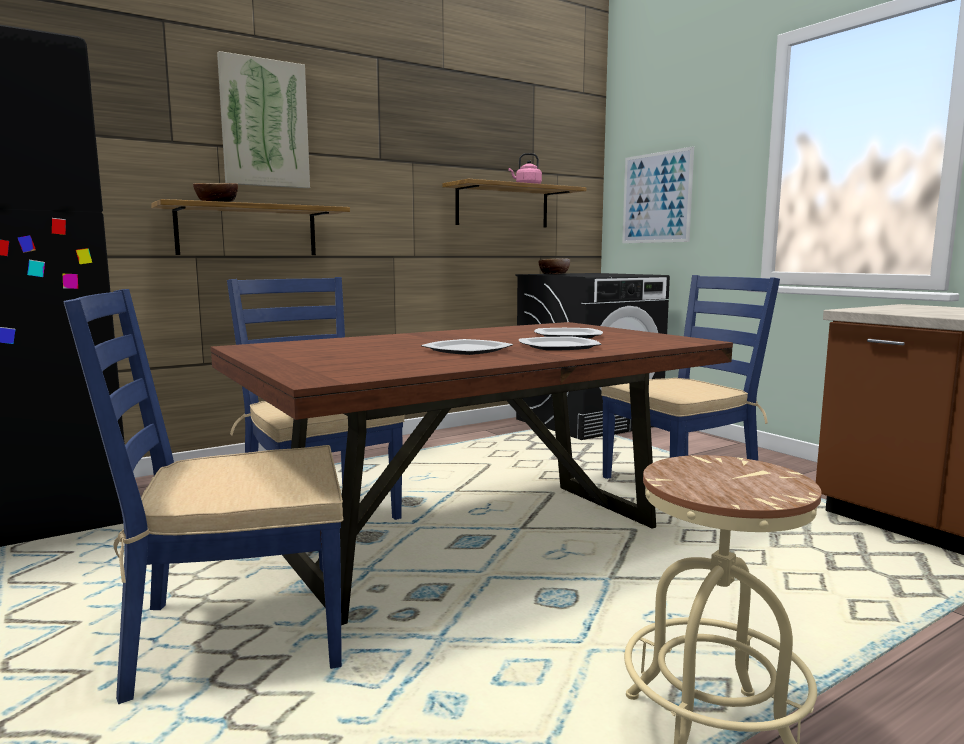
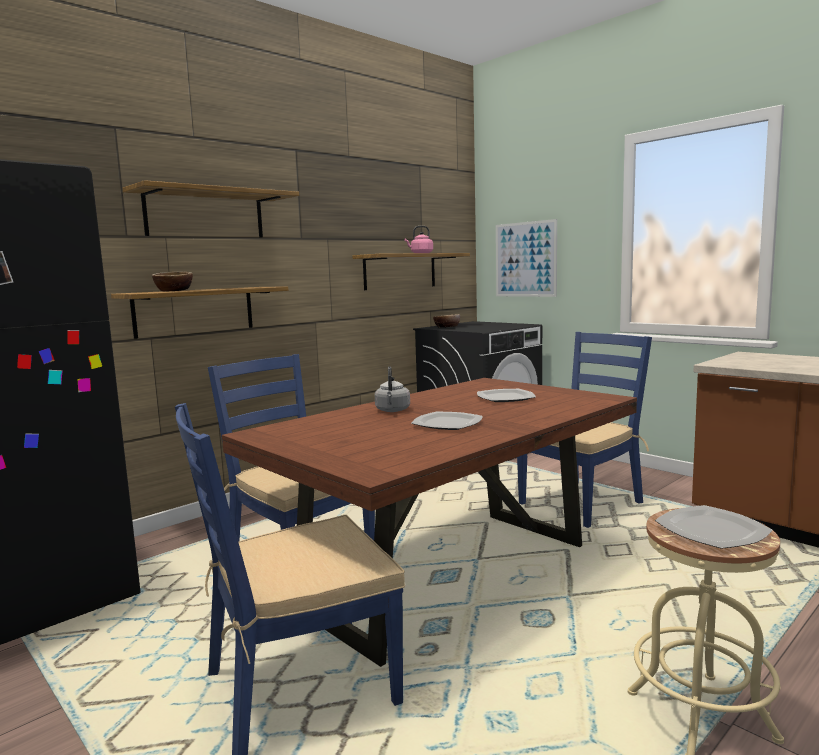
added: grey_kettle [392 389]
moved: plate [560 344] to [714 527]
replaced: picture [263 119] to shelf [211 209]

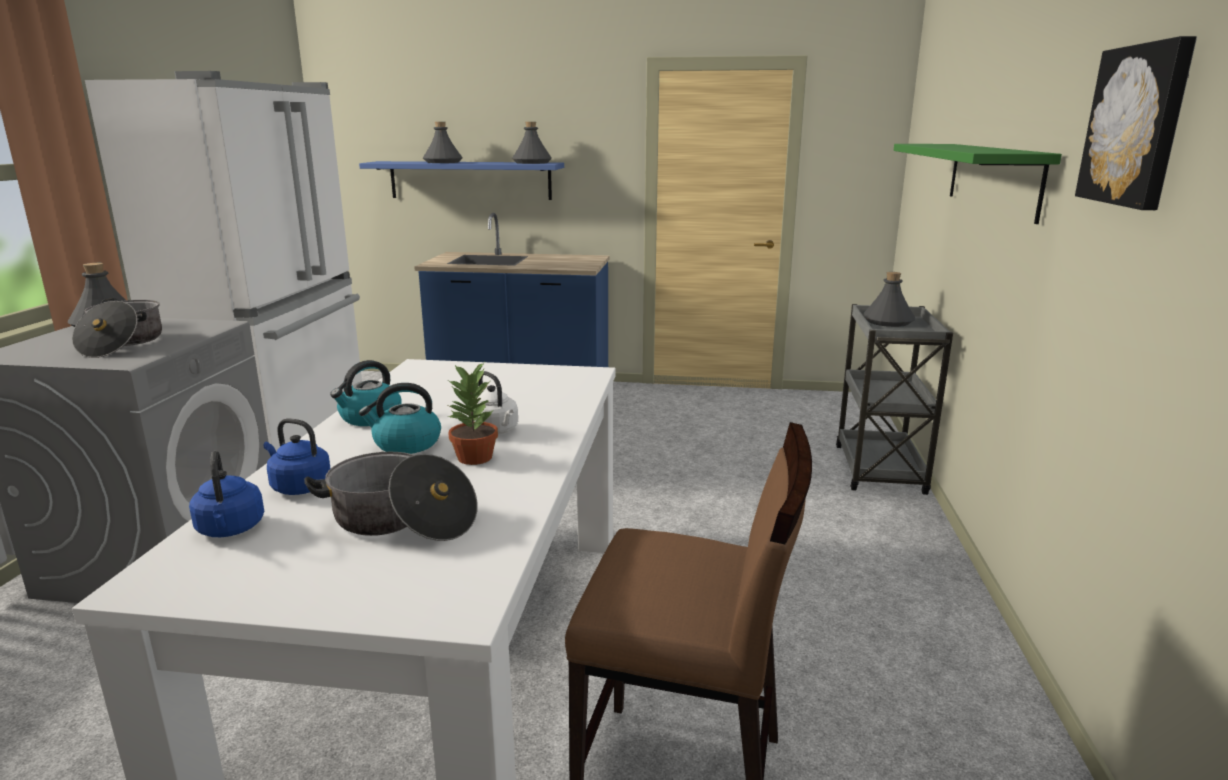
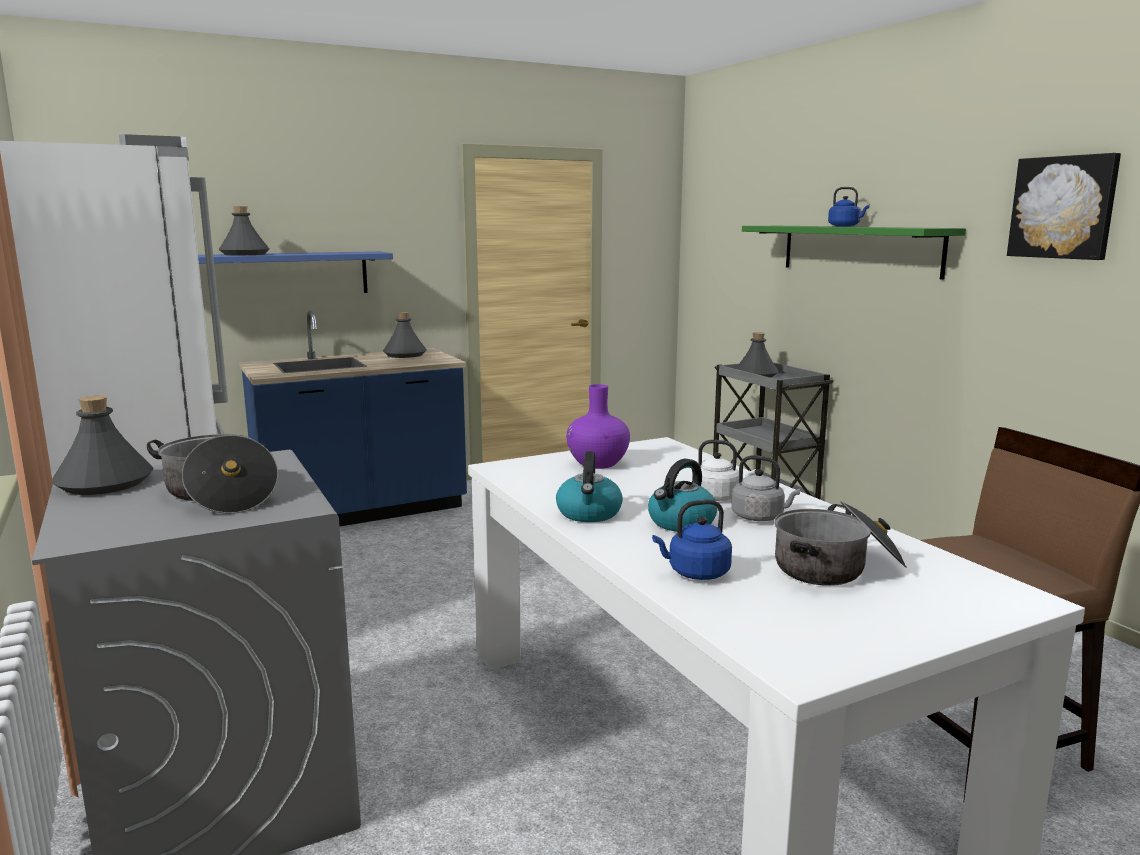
added: purple_vase [598 426]
moved: blue_kettle [226 494] to [849 207]; grey_bottle [532 143] to [405 335]
replaced: potted_plant [472 414] to grey_kettle [765 488]

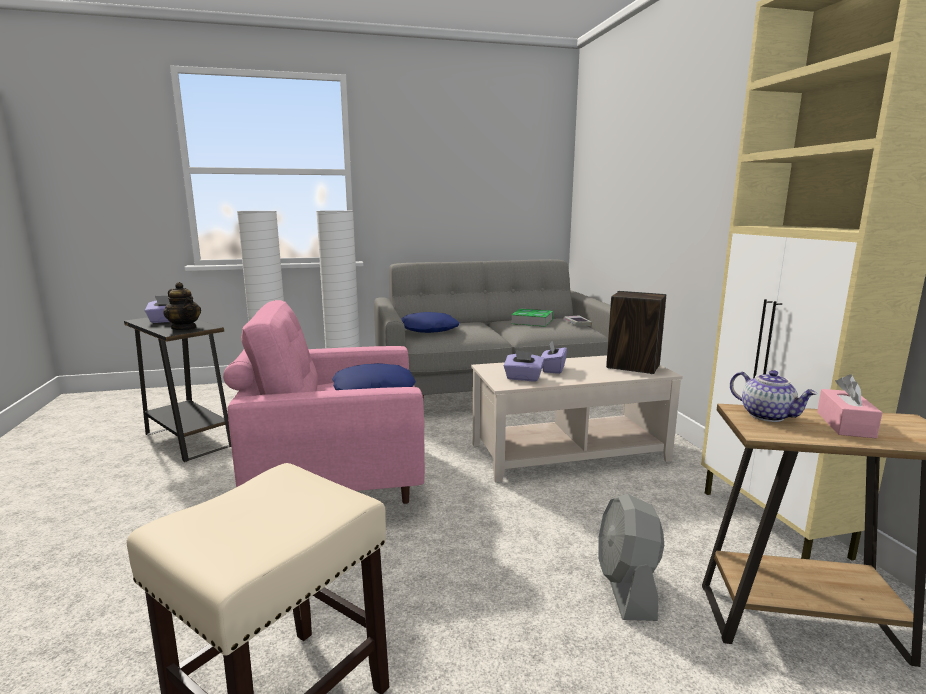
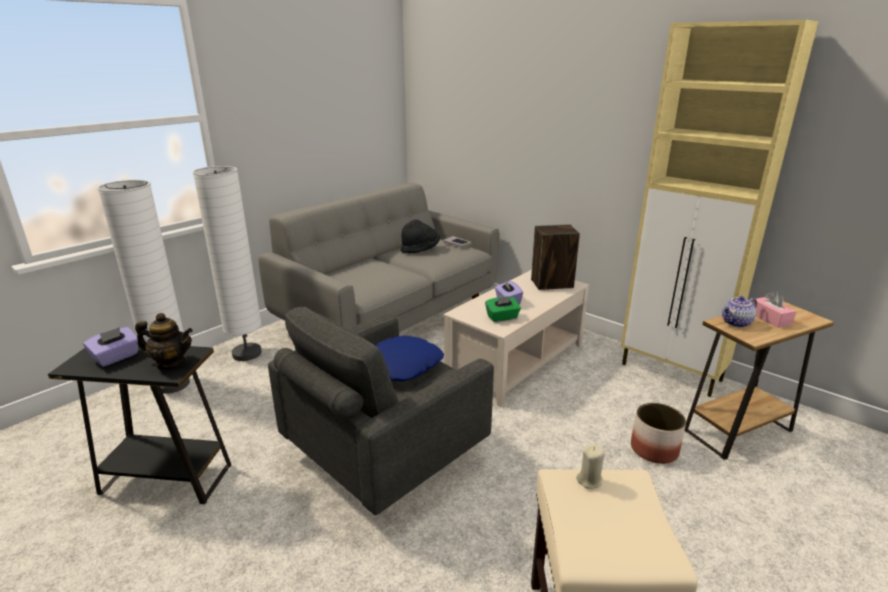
removed: blue_pillow [430 322]
added: beige_candle [590 466]
replaced: book [532 317] to black_hat [420 236]; grey_fan [631 557] to planter [658 433]
recoloured: pink_armchair [324 402] to grey_armchair [381 411]; purple_tissue_box [524 365] to green_tissue_box [503 309]
turned: teapot [773 396] = [739 312] 135 degrees clockwise

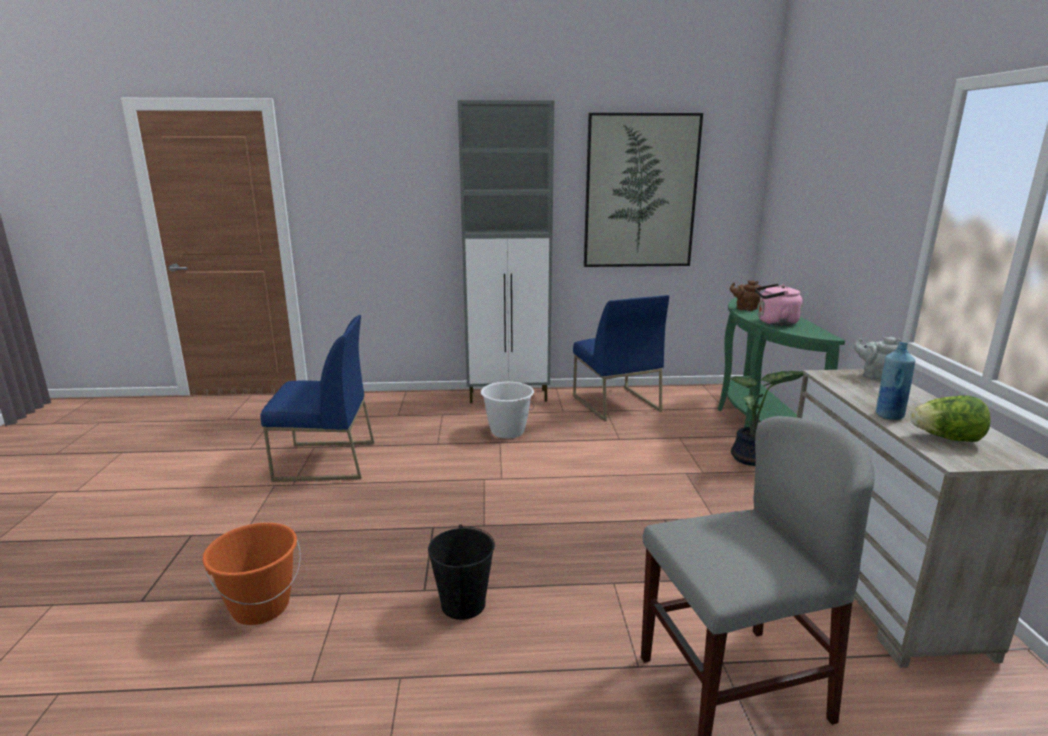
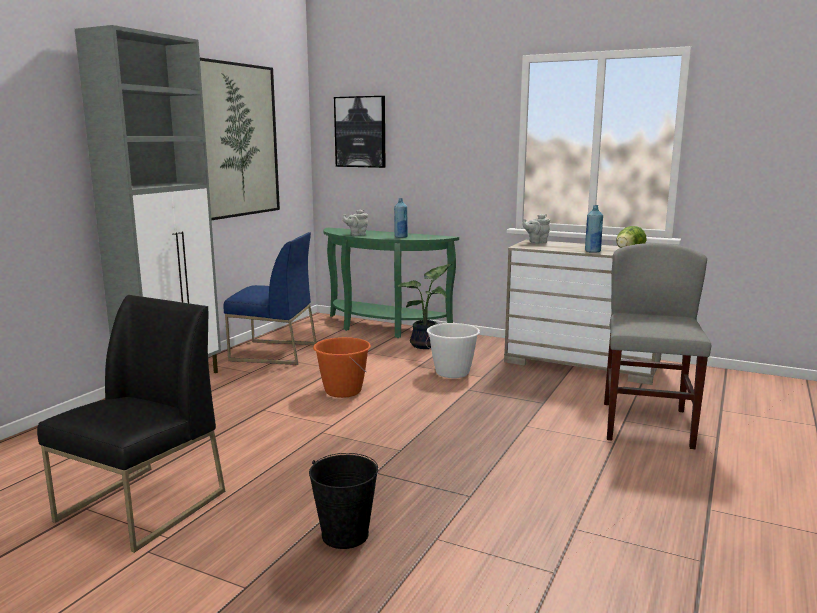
added: picture [359 132]
moved: orange_bucket [251 574] to [342 367]; black_bucket [461 572] to [343 501]; white_bucket [507 410] to [453 350]
replaced: pink_kettle [779 305] to blue_bottle [401 218]
recoloured: blue_chair [317 398] to black_chair [131 424]; brown_teapot [745 295] to grey_teapot [355 223]

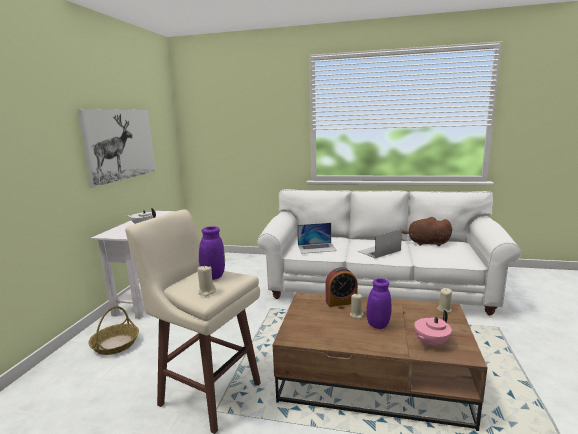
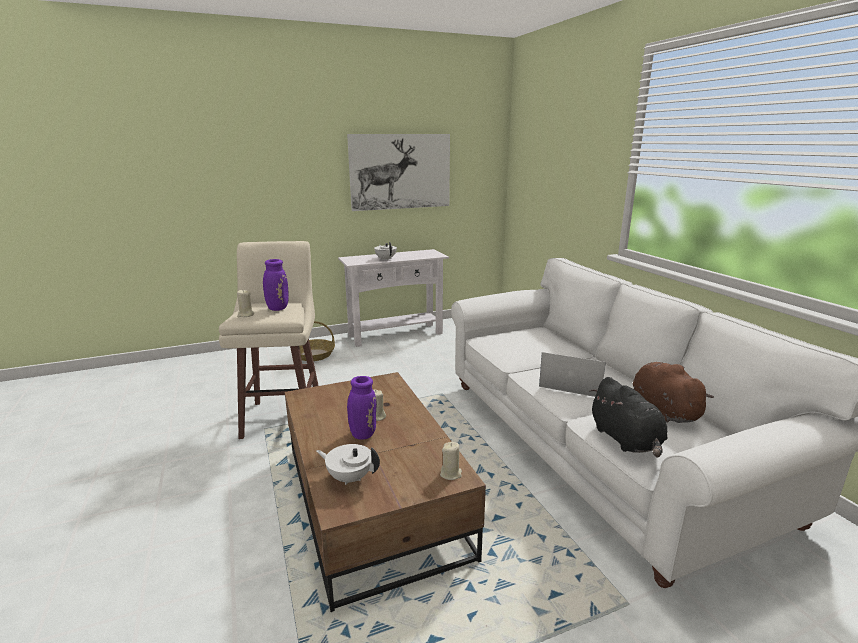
removed: laptop [317 238]; alarm_clock [342 287]
added: black_plush_toy [628 417]
recoloured: pink_teapot [433 328] to white_teapot [348 464]

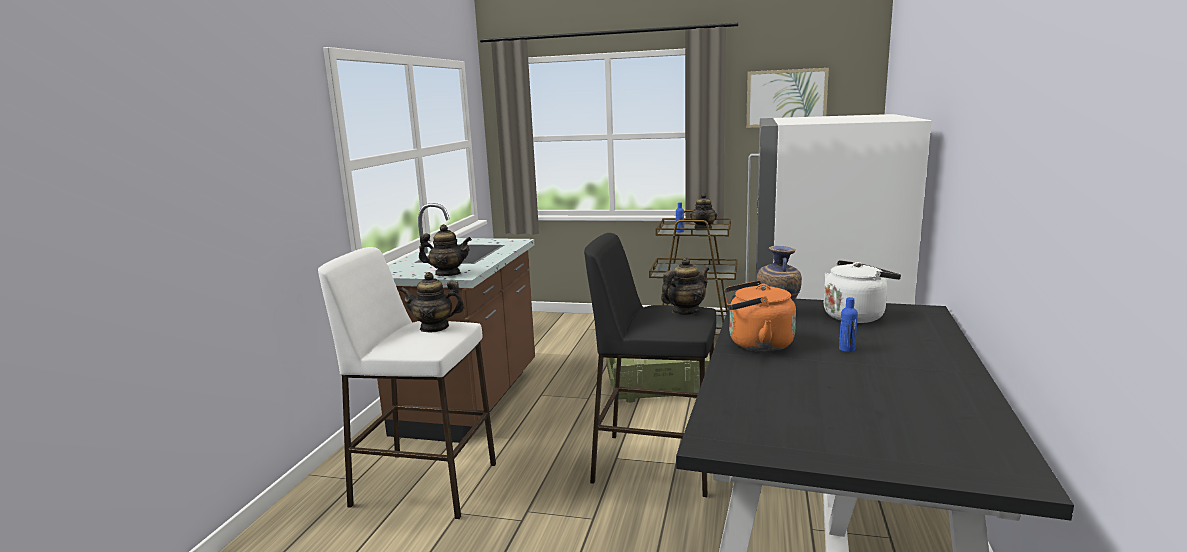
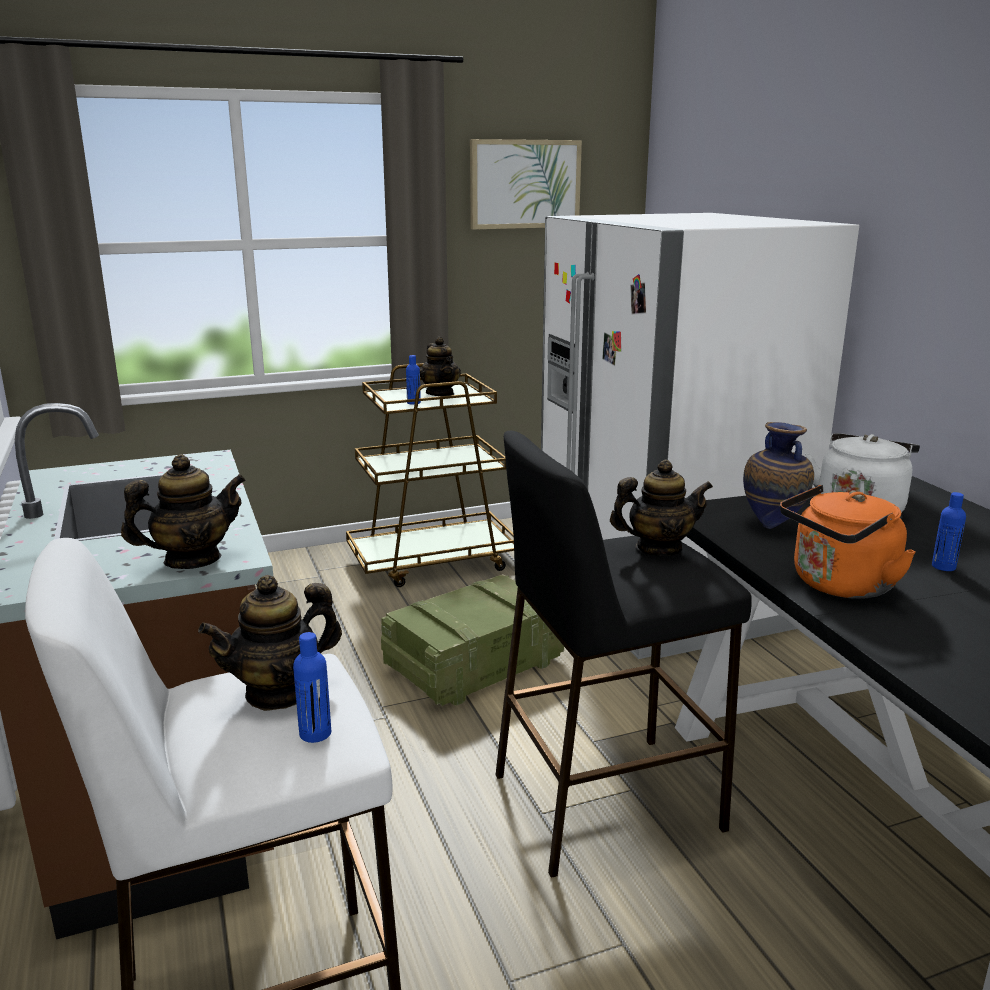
added: blue_bottle [312 687]
turned: teapot [685 286] = [661 508] 60 degrees clockwise

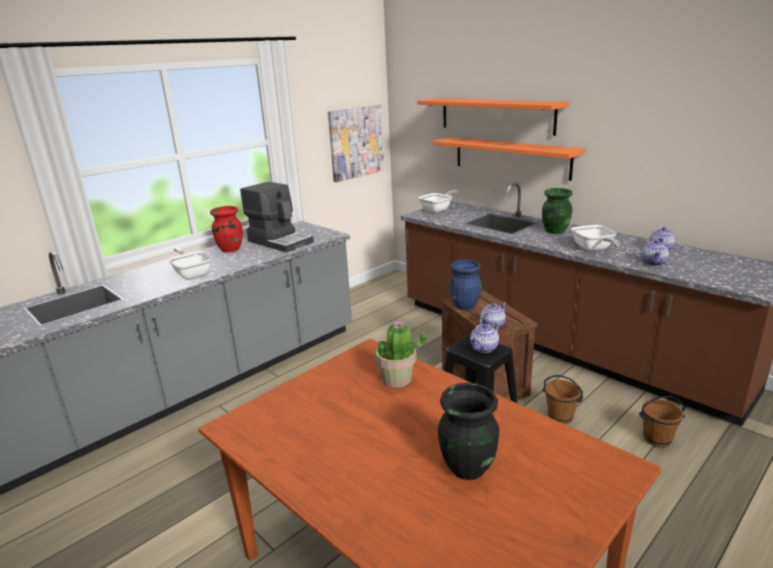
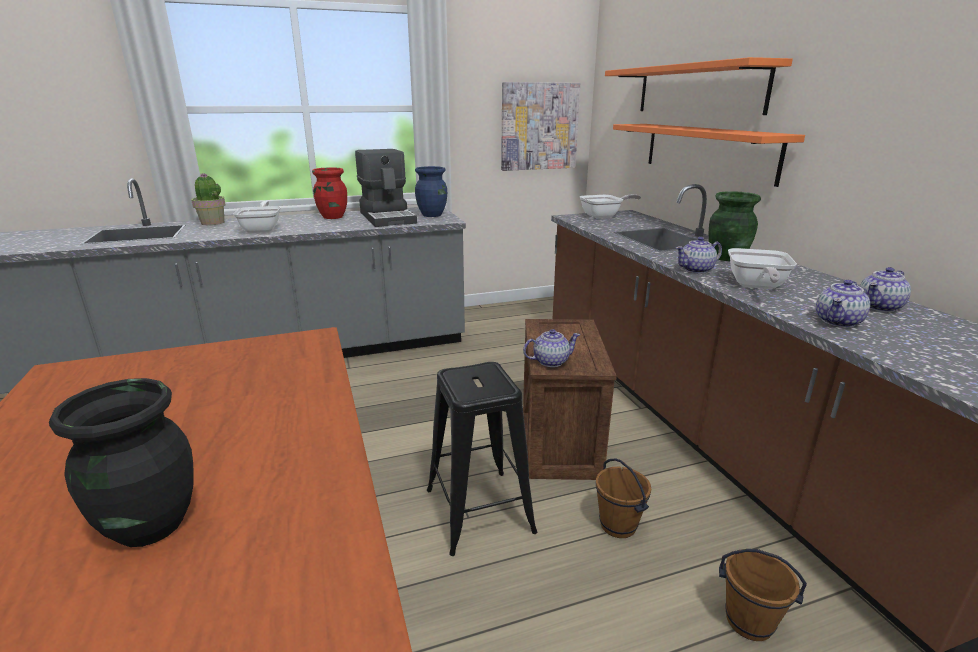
moved: potted_plant [401 354] to [208 199]; blue_vase [466 285] to [431 191]; teapot [484 337] to [699 255]

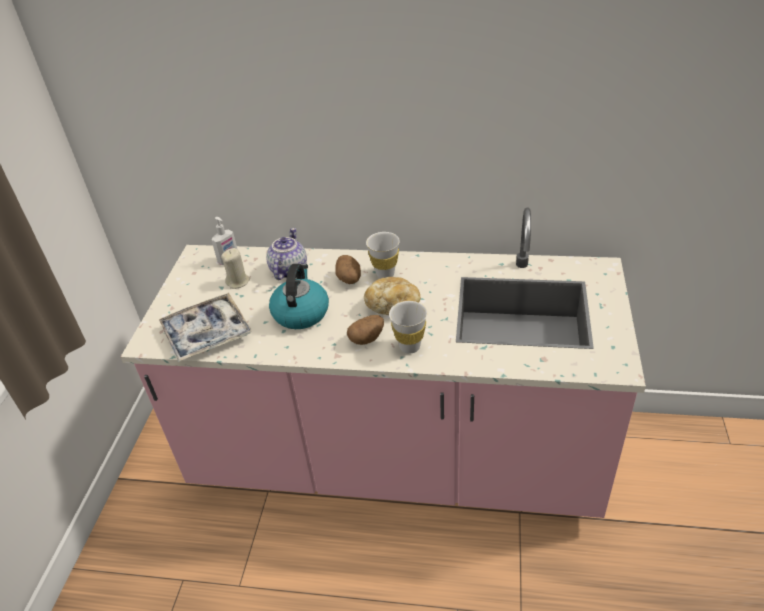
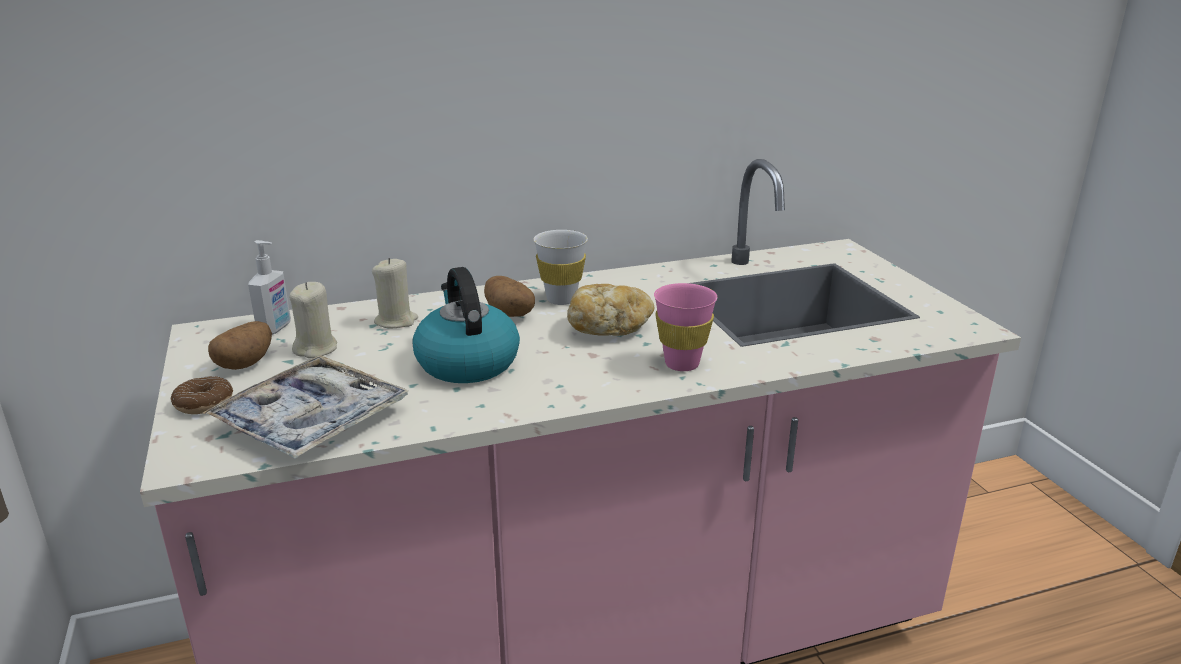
added: donut [202 395]
moved: potato [365 330] to [240 345]
replaced: teapot [286 254] to beige_candle [395 293]
recoloured: white_cup [408 327] to pink_cup [685 327]

